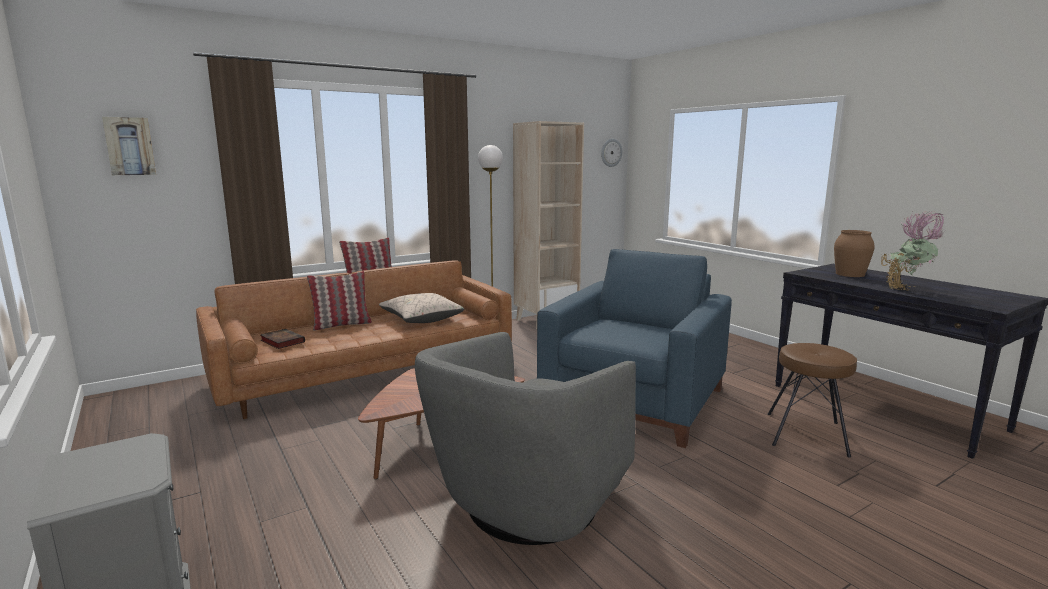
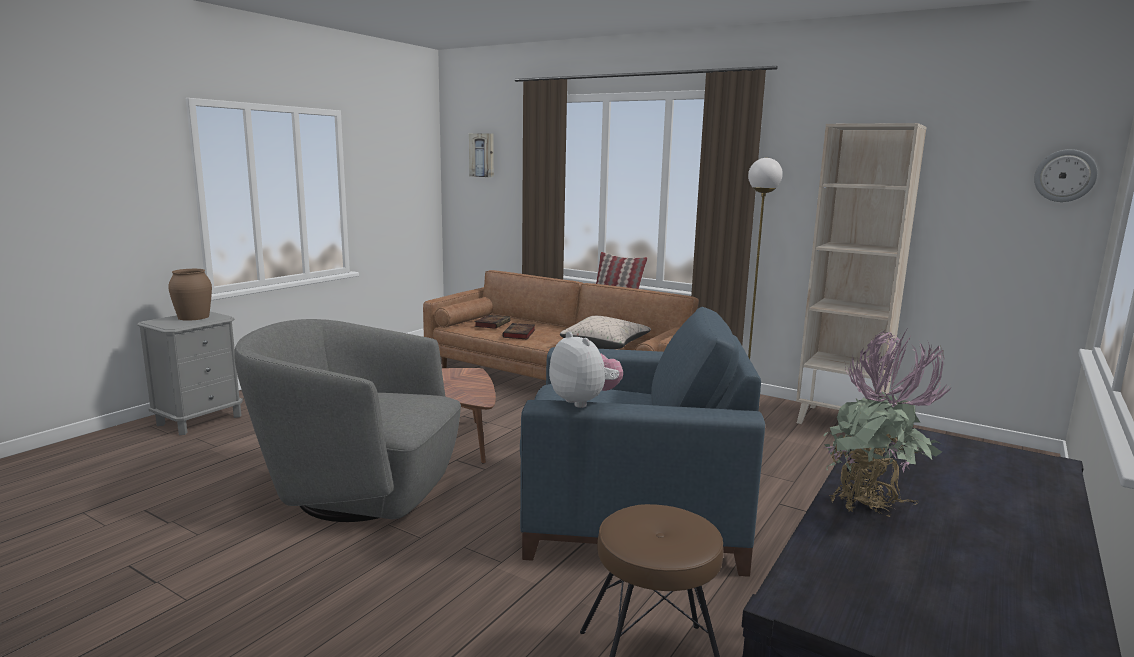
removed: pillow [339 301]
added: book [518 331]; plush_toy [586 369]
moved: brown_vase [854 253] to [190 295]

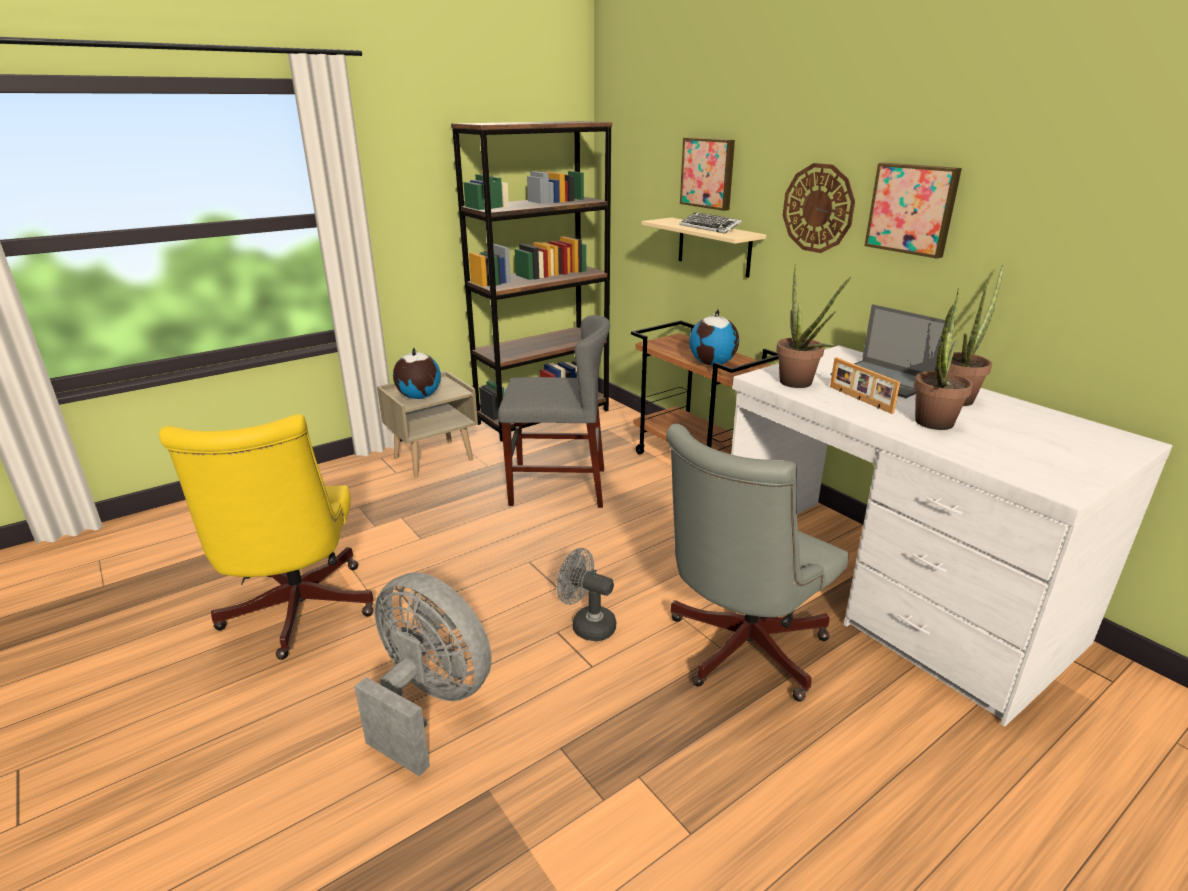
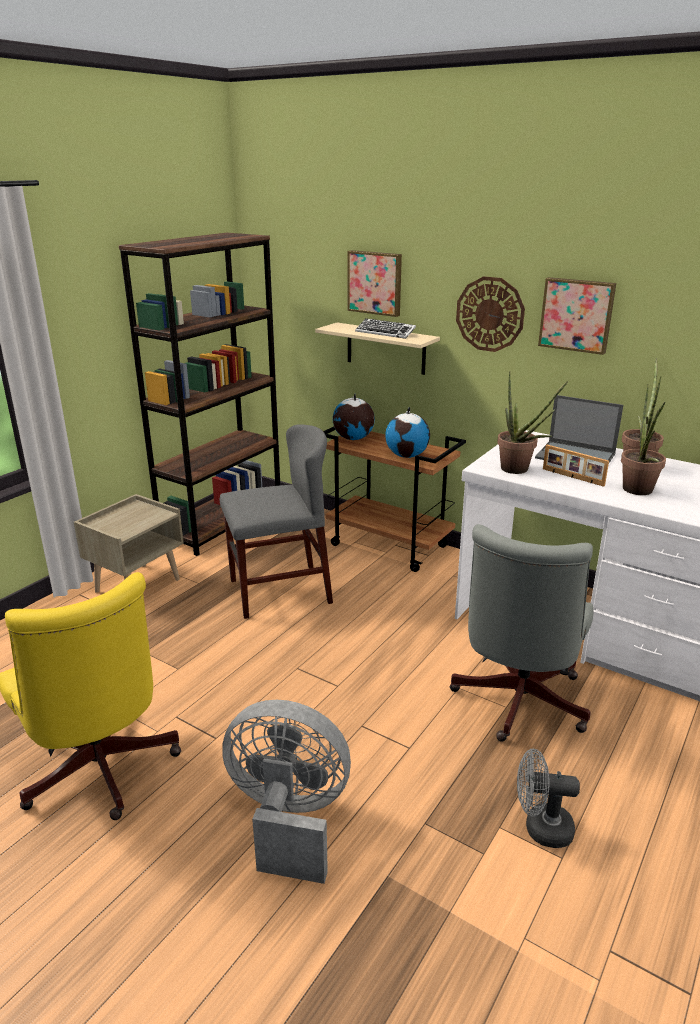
moved: globe [417 373] to [354 416]; grey_fan [586 594] to [548 798]

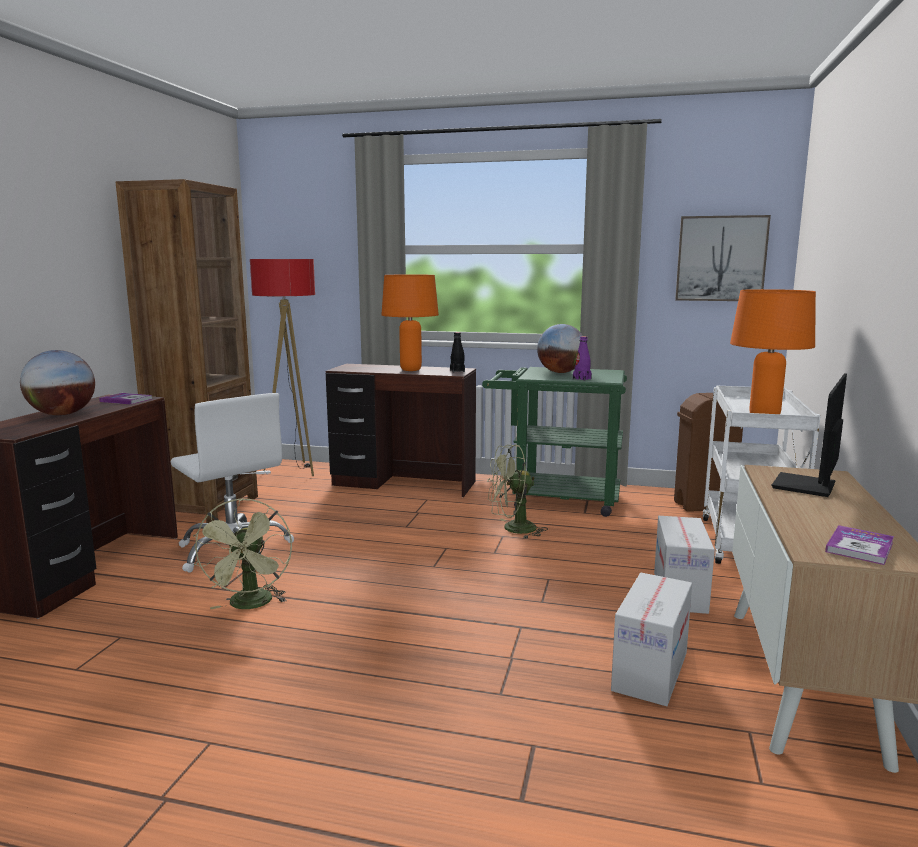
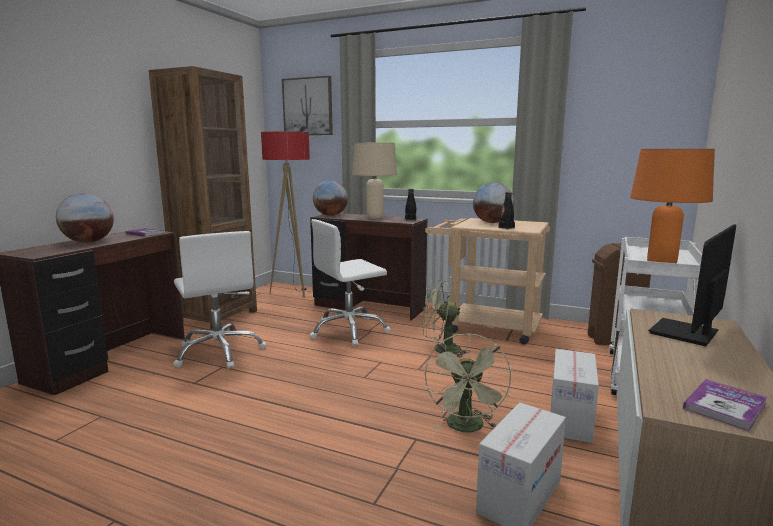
added: white_office_chair [350 282]; globe [330 198]
moved: green_fan [242 553] to [468 383]; picture [723 258] to [307 105]
recoloured: orange_table_lamp [410 322] to beige_table_lamp [374 181]; green_cart [554 442] to beige_cart [487 281]; purple_bottle [582 358] to black_bottle [506 211]

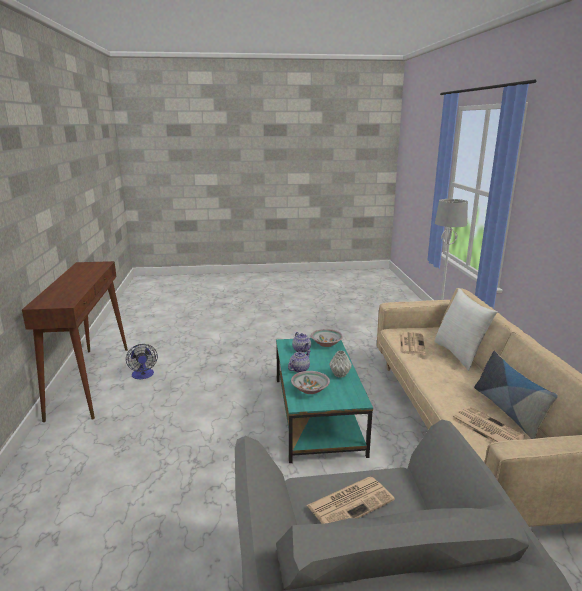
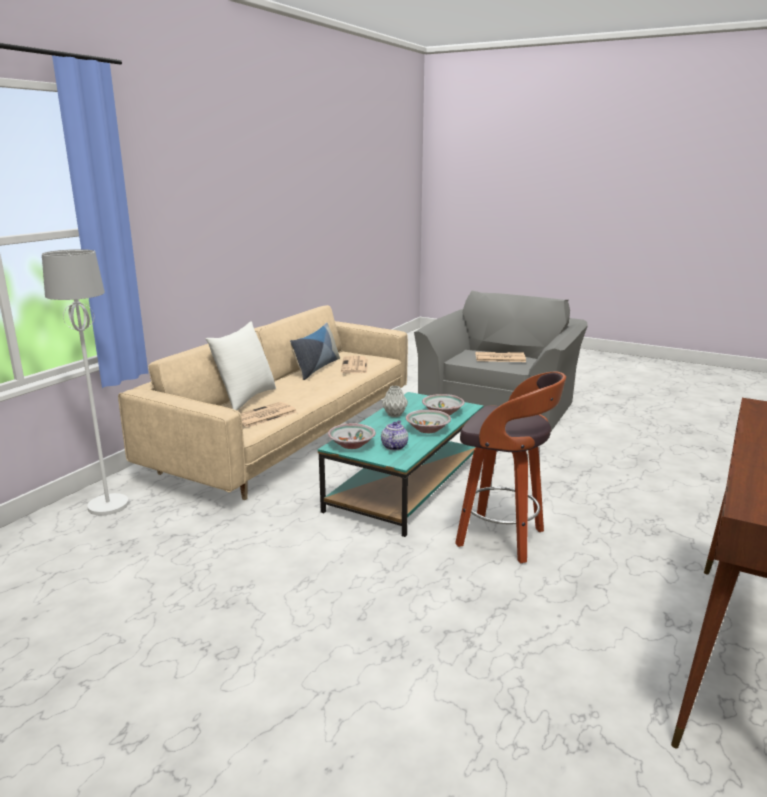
removed: fan [142 361]
added: stool [510 467]
replaced: teapot [299 361] to bowl [428 421]

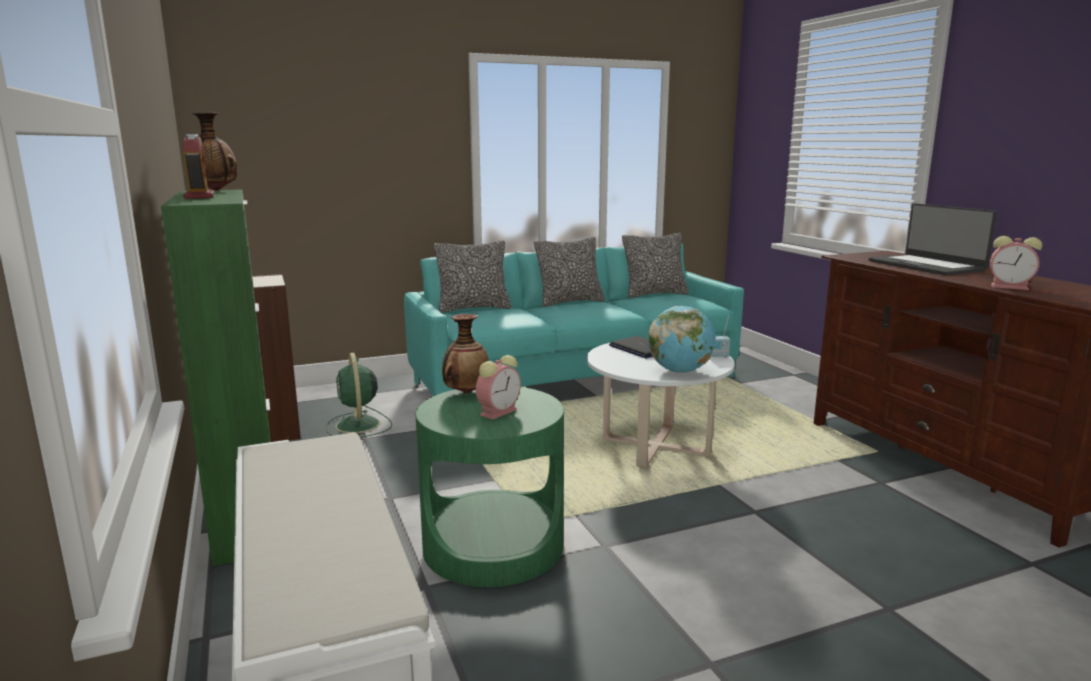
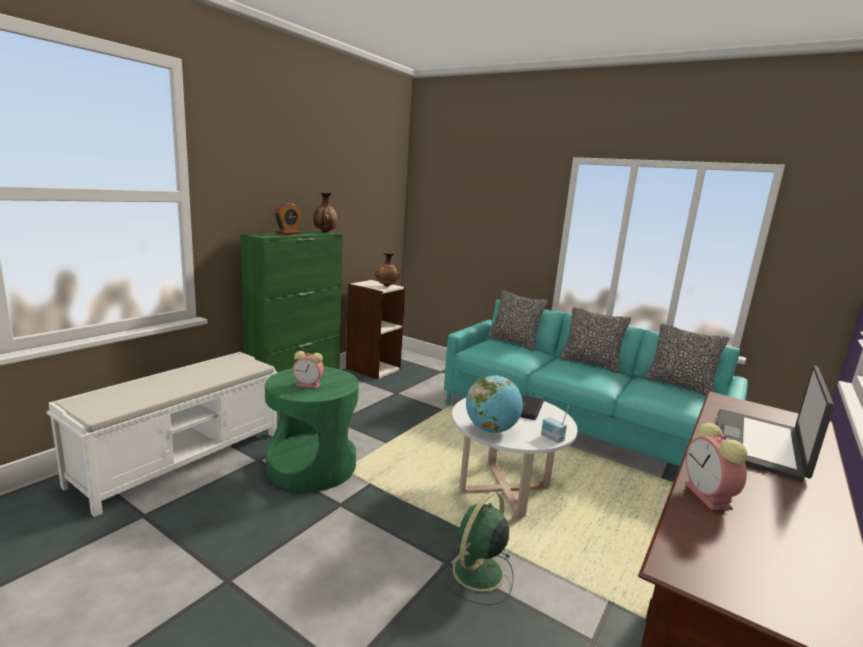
moved: green_fan [359 395] to [477 548]; vase [465 354] to [387 269]

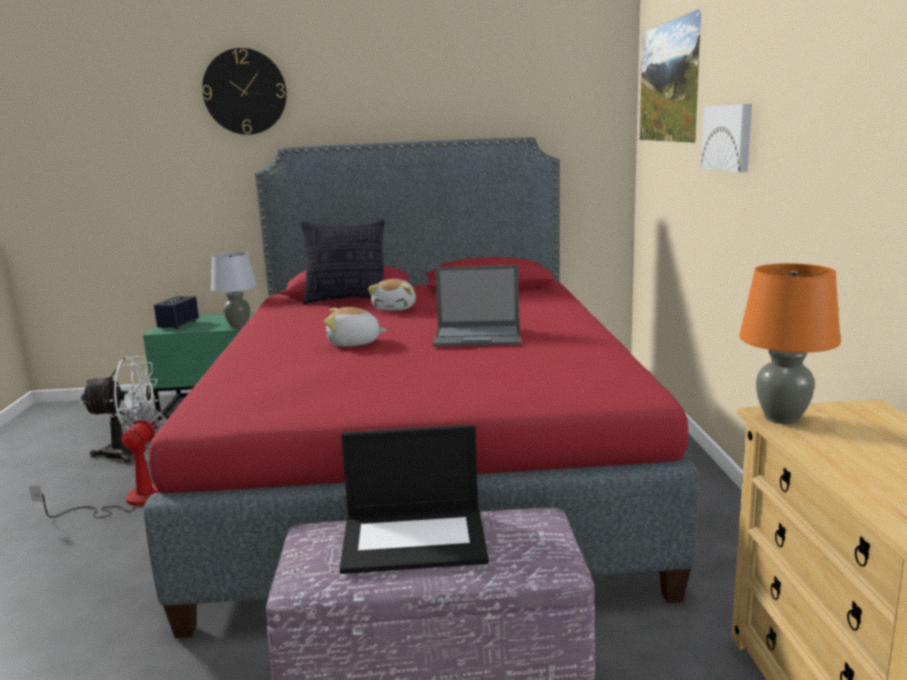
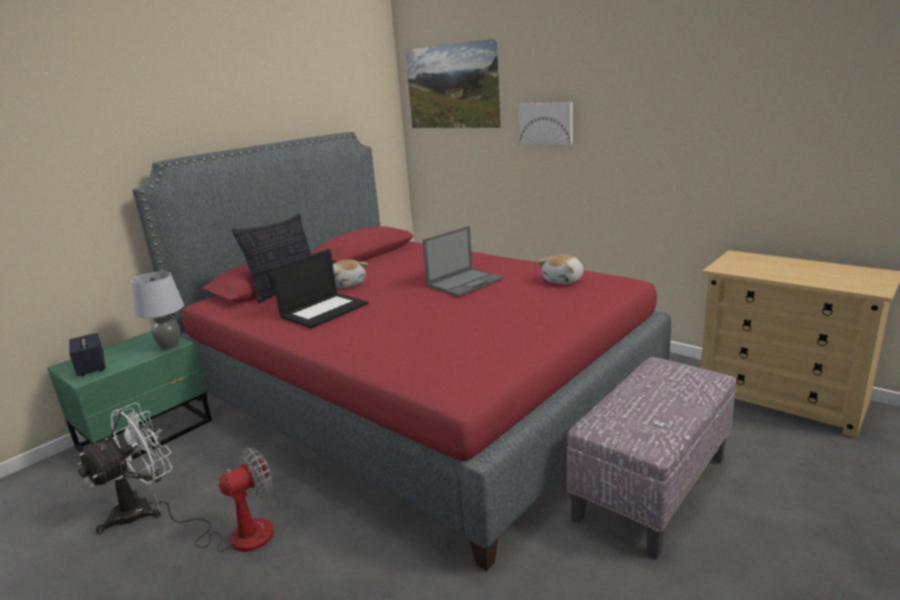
removed: wall_clock [244 91]; orange_table_lamp [790 343]
moved: plush_toy [355 327] to [560 269]; laptop [414 499] to [319 288]
turned: fan [98 461] = [213 499] 90 degrees clockwise

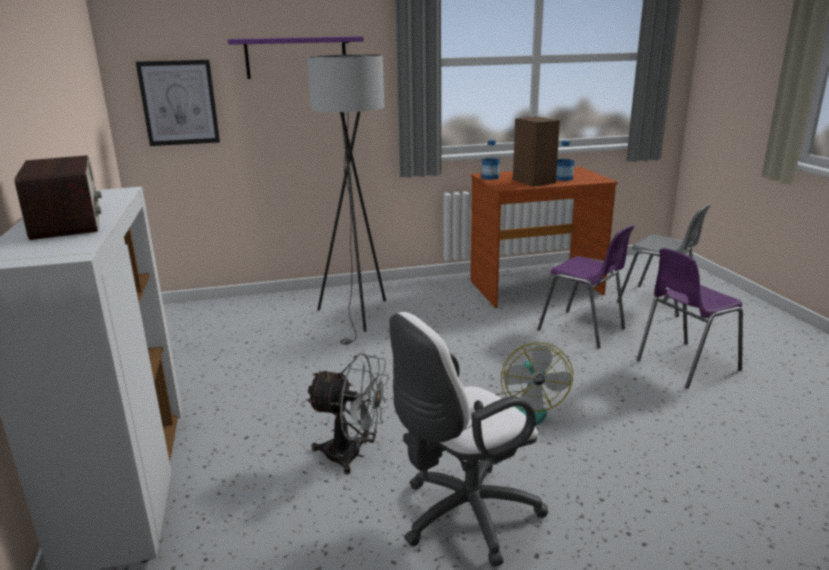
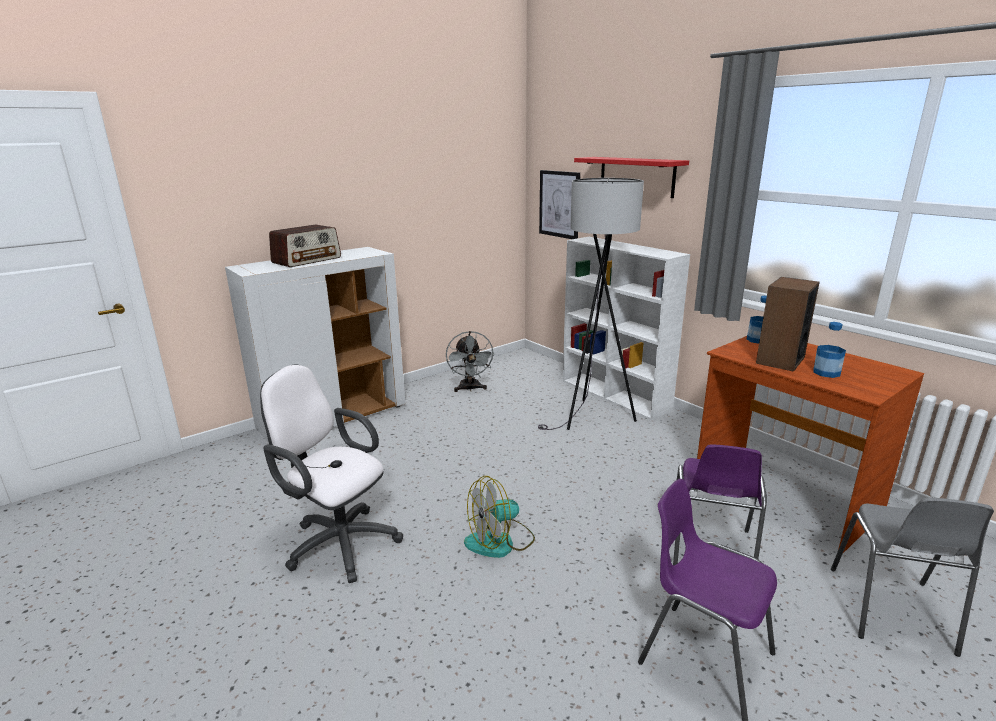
added: white_bookcase [626 329]
moved: grey_fan [347 413] to [470 361]
recoloured: purple_shelf [296 57] to red_shelf [631 177]

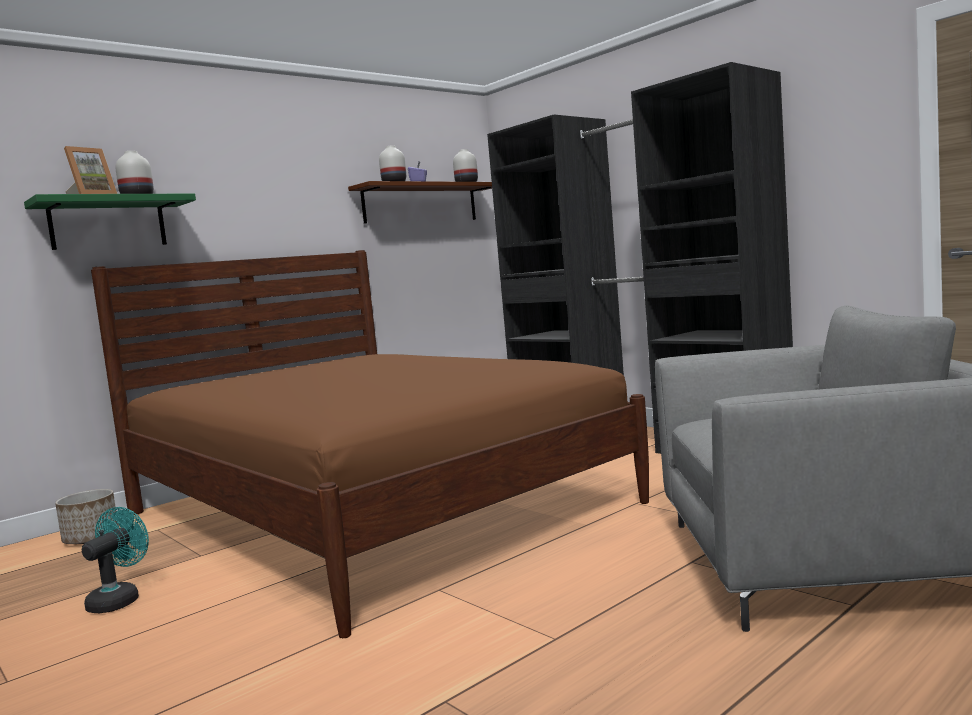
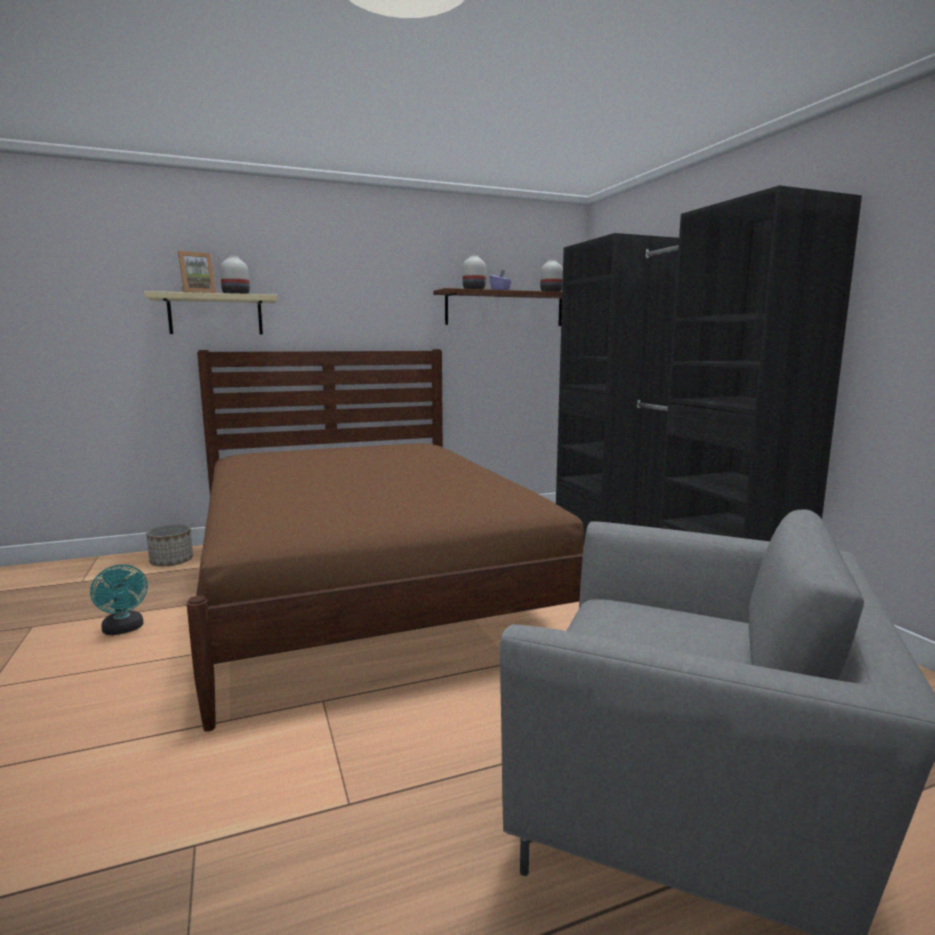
recoloured: green_shelf [110 222] to beige_shelf [211 312]
turned: turquoise_fan [115 560] = [119 599] 105 degrees clockwise

